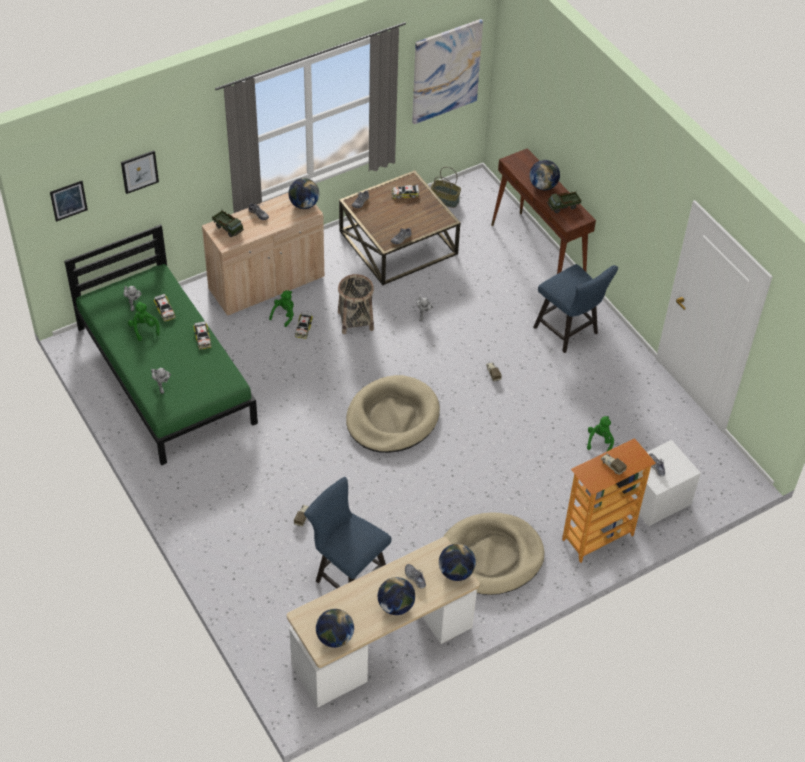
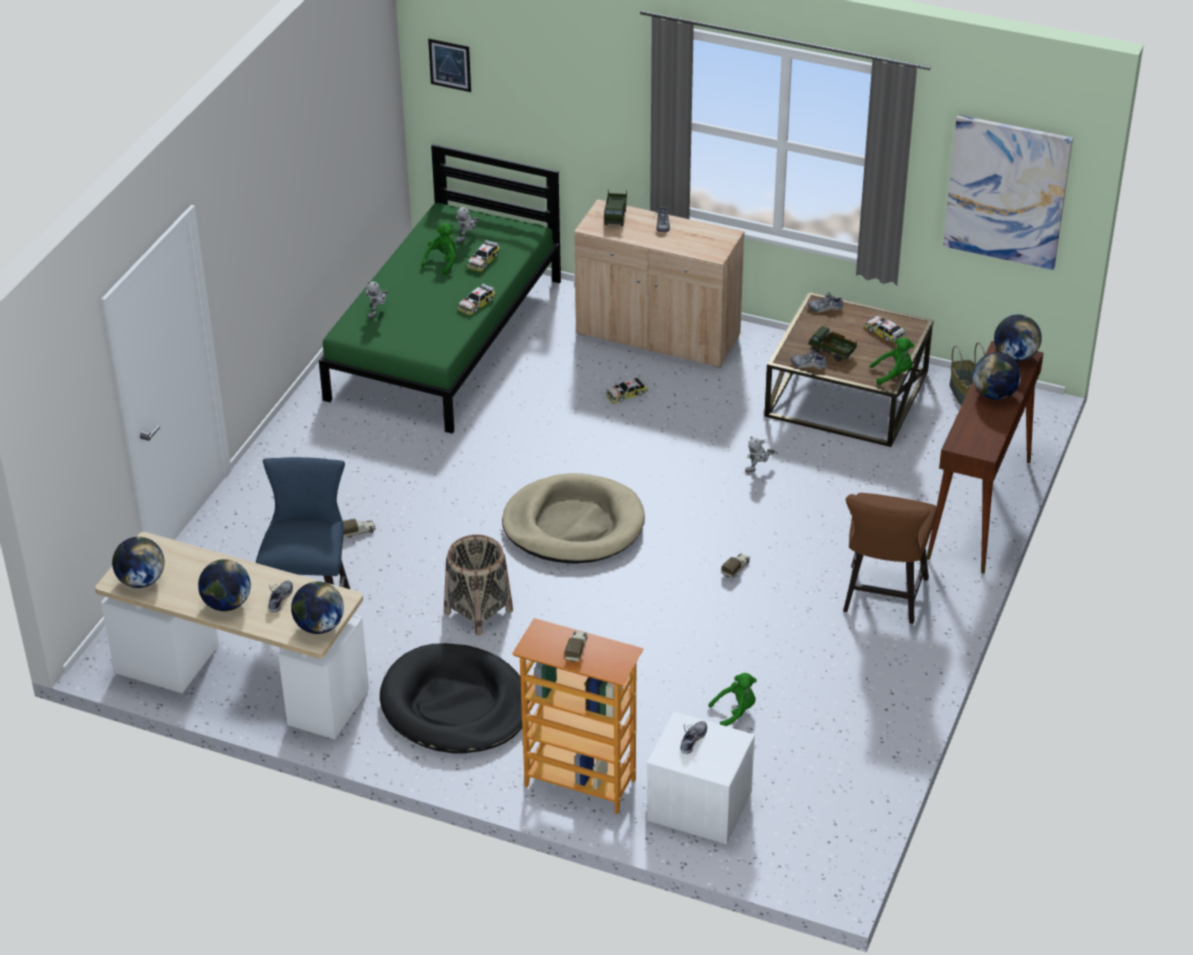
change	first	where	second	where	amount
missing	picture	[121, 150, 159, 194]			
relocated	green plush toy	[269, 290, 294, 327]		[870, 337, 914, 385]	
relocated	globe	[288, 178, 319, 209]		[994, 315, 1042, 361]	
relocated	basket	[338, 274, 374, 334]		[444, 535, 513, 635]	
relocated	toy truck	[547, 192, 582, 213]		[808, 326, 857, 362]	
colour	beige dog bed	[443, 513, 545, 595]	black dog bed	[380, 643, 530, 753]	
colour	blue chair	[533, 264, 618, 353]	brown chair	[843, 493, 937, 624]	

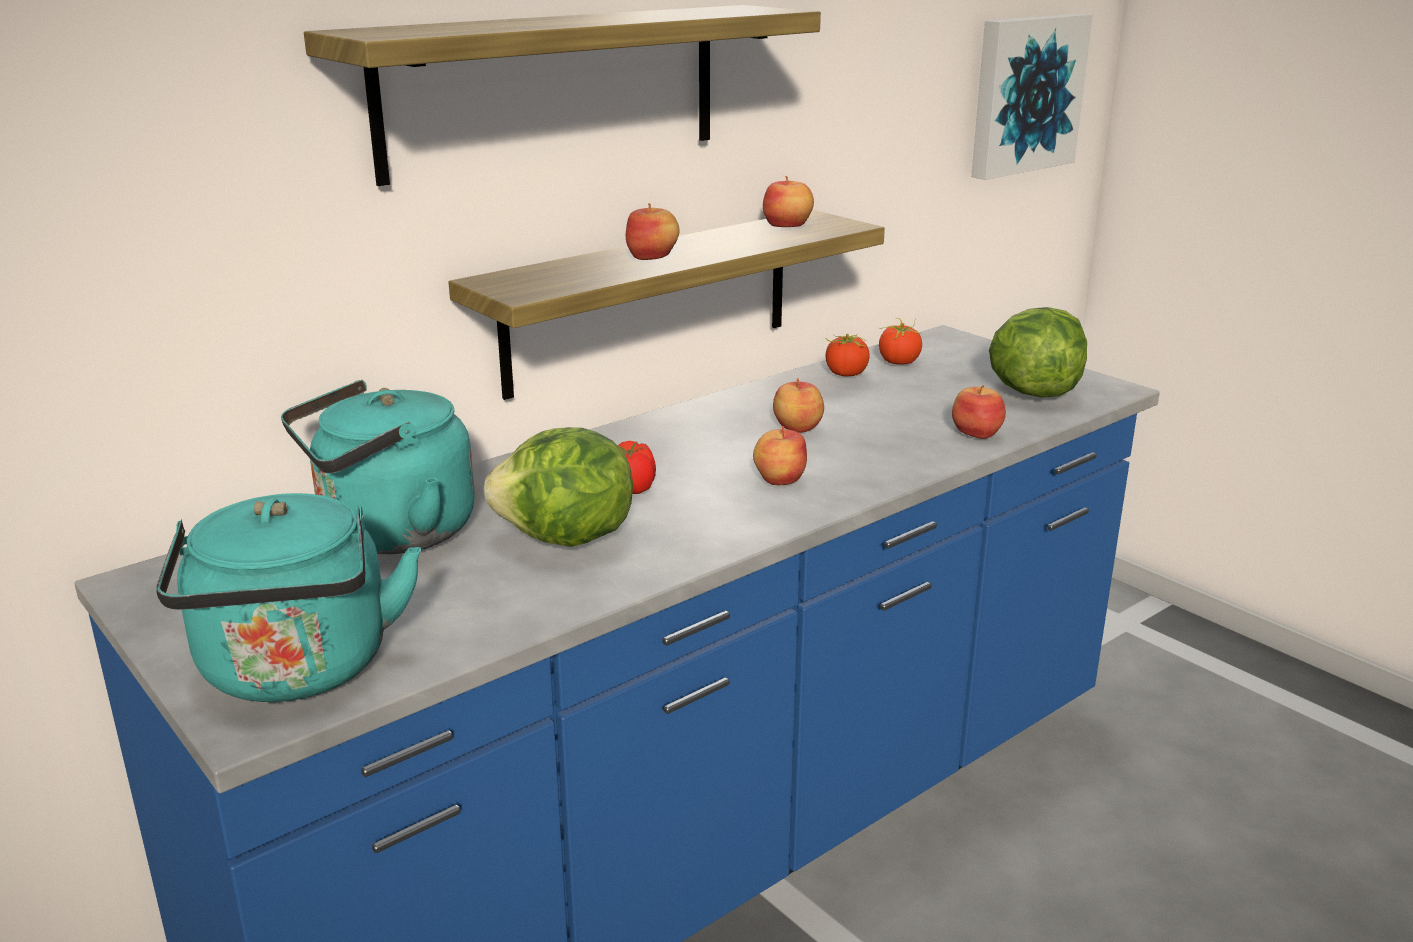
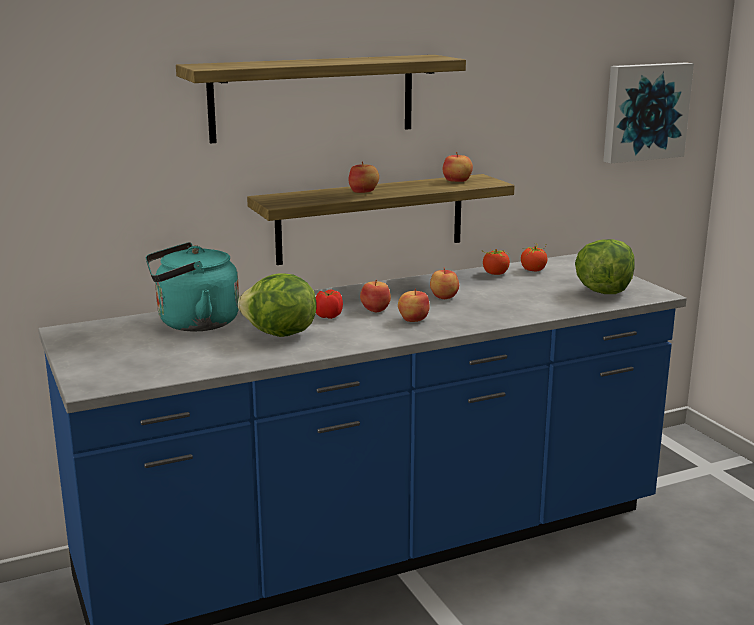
change	first	where	second	where	amount
missing	turquoise kettle	[156, 493, 421, 702]			
relocated	apple	[952, 385, 1006, 439]		[360, 280, 391, 312]	

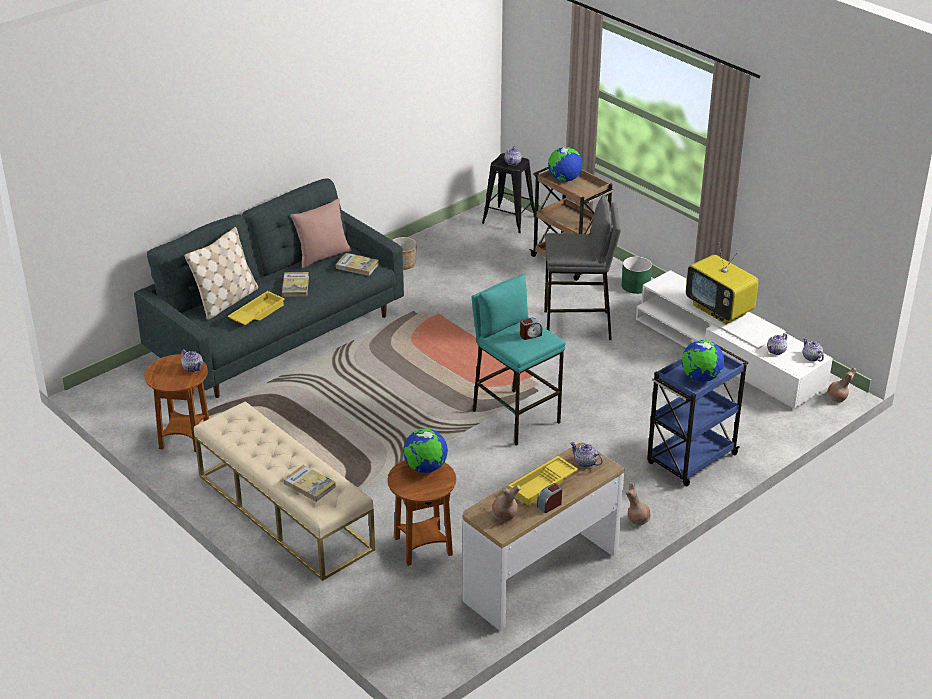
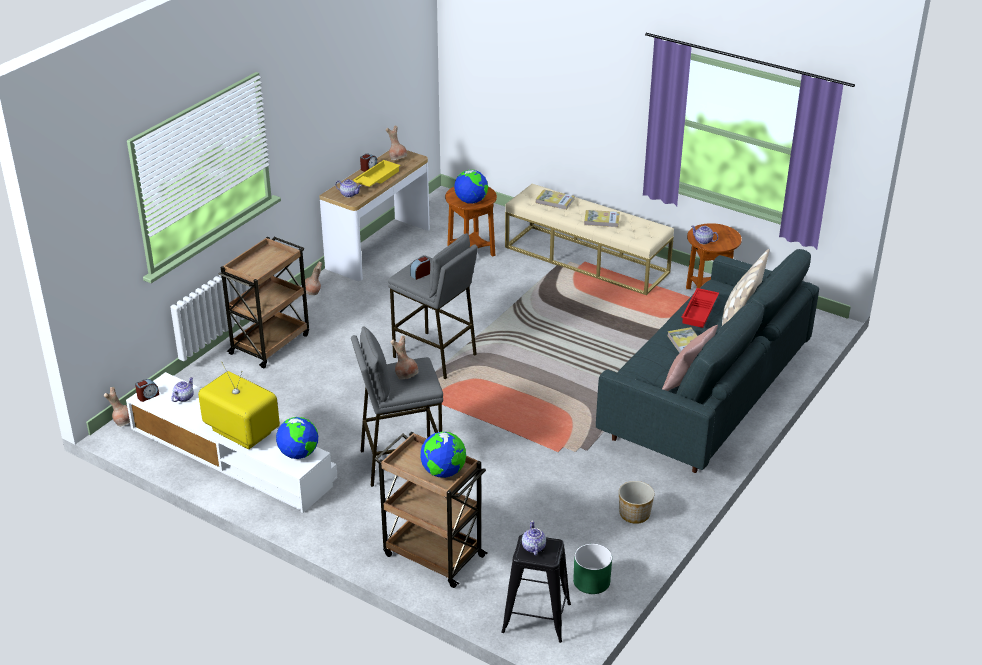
change	first	where	second	where	amount
appeared			brown vase	[391, 335, 419, 379]	
relocated	book	[336, 253, 379, 276]		[584, 210, 620, 227]	
relocated	green planter	[622, 256, 652, 294]		[573, 544, 612, 594]	
relocated	globe	[682, 340, 724, 382]		[276, 417, 318, 459]	
exchanged	teapot	[803, 337, 824, 361]	alarm clock	[135, 379, 159, 402]	
colour	yellow tray	[228, 291, 285, 325]	red tray	[681, 288, 719, 328]	
colour	turquoise stool	[472, 274, 566, 446]	grey stool	[388, 233, 478, 379]	
colour	blue cart	[647, 344, 748, 487]	brown cart	[219, 237, 309, 369]	

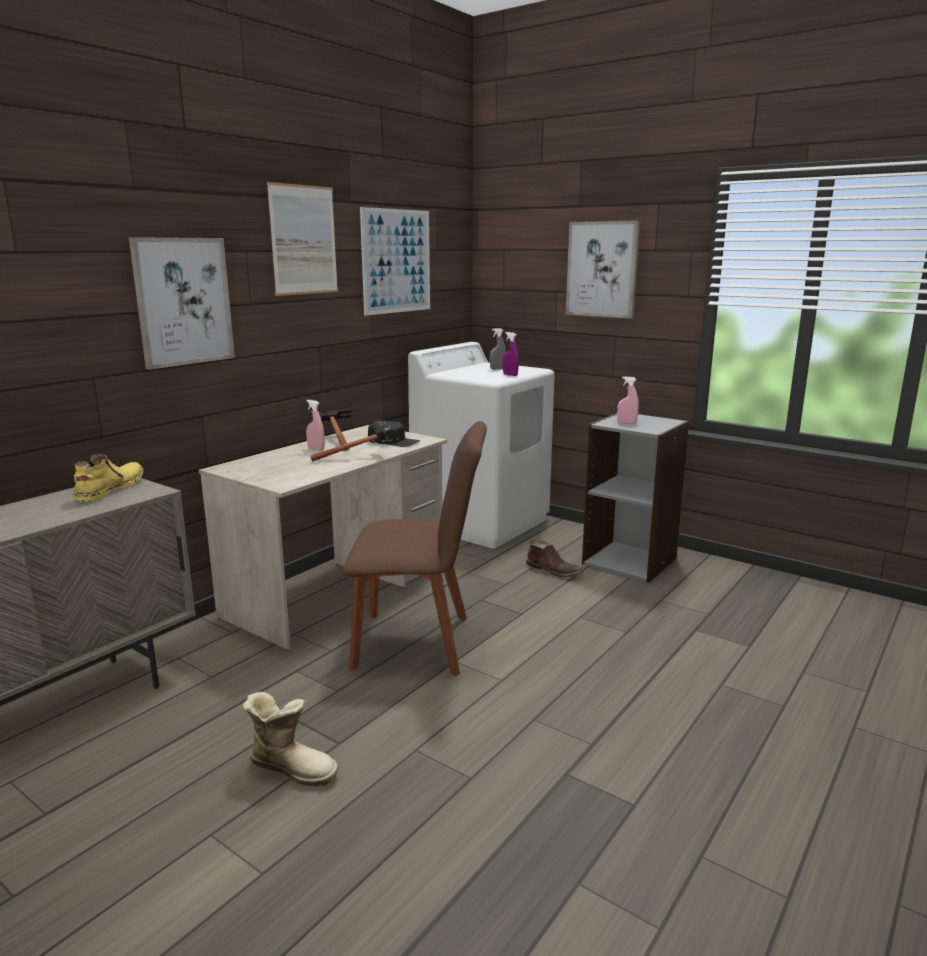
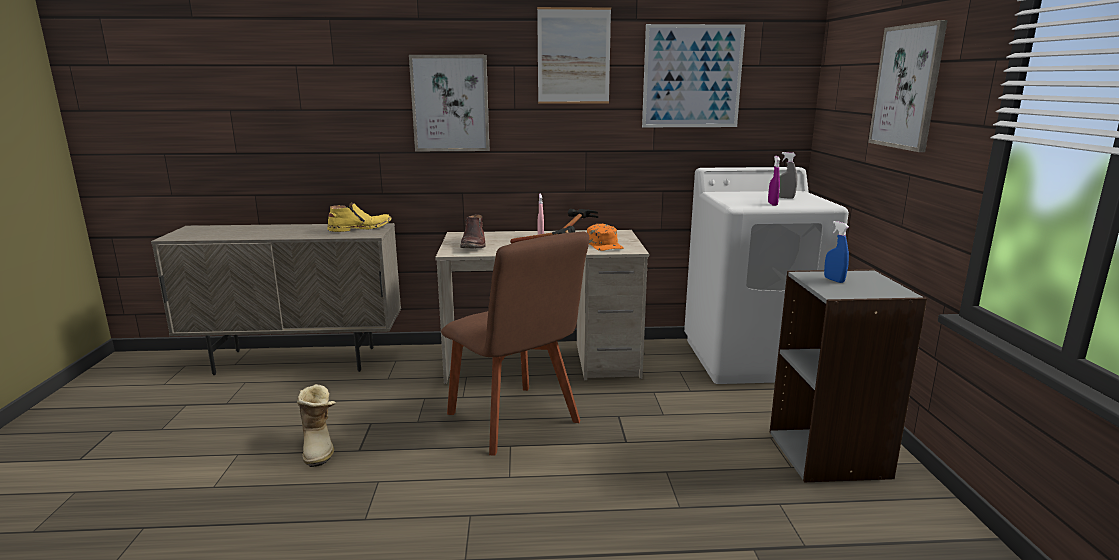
change	first	where	second	where	amount
relocated	brown boot	[526, 540, 583, 577]		[460, 214, 486, 248]	
colour	black cap	[368, 420, 420, 447]	orange cap	[587, 224, 624, 251]	
colour	pink spray bottle	[617, 376, 639, 424]	blue spray bottle	[824, 221, 849, 283]	

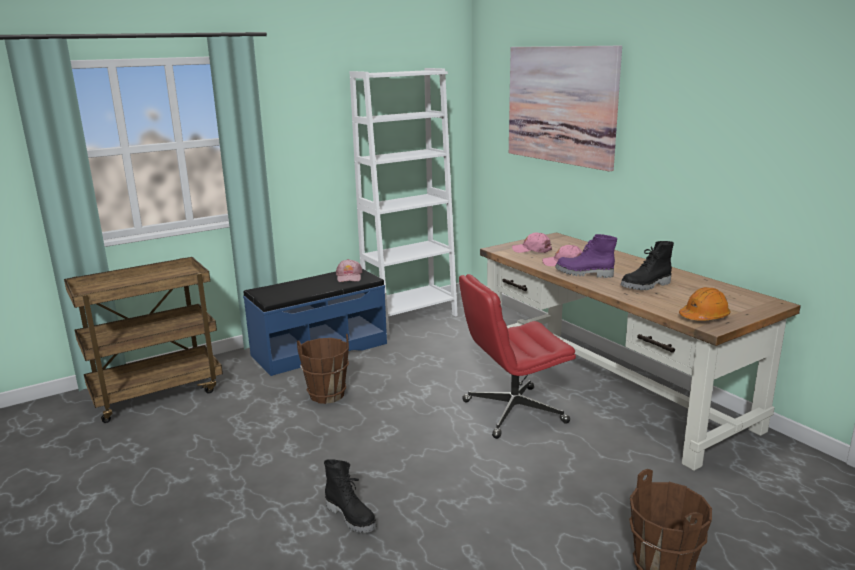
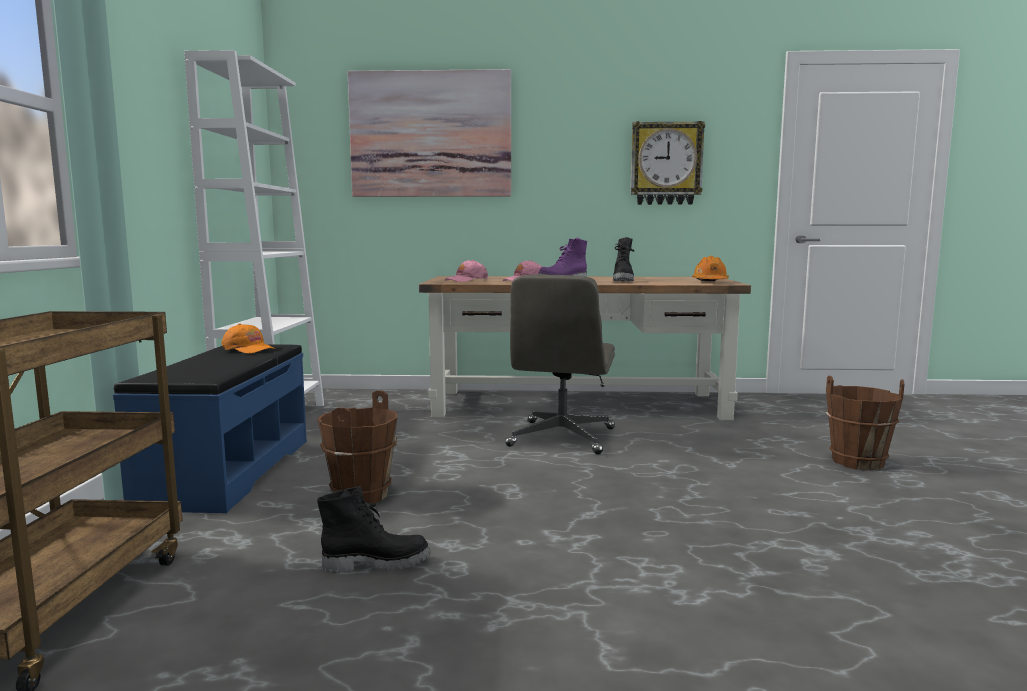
change	first	where	second	where	amount
appeared			wall clock	[630, 121, 705, 205]	
relocated	black boot	[324, 459, 376, 533]		[317, 486, 431, 573]	
colour	pink cap	[336, 259, 362, 282]	orange cap	[221, 323, 276, 354]	
colour	red office chair	[459, 274, 576, 439]	grey office chair	[505, 274, 615, 454]	

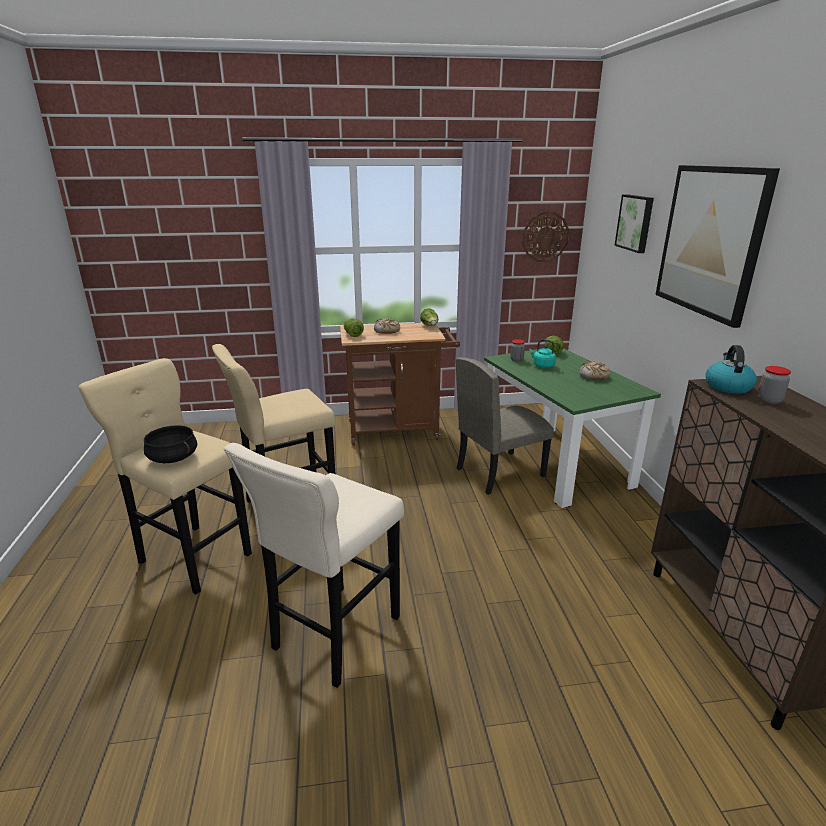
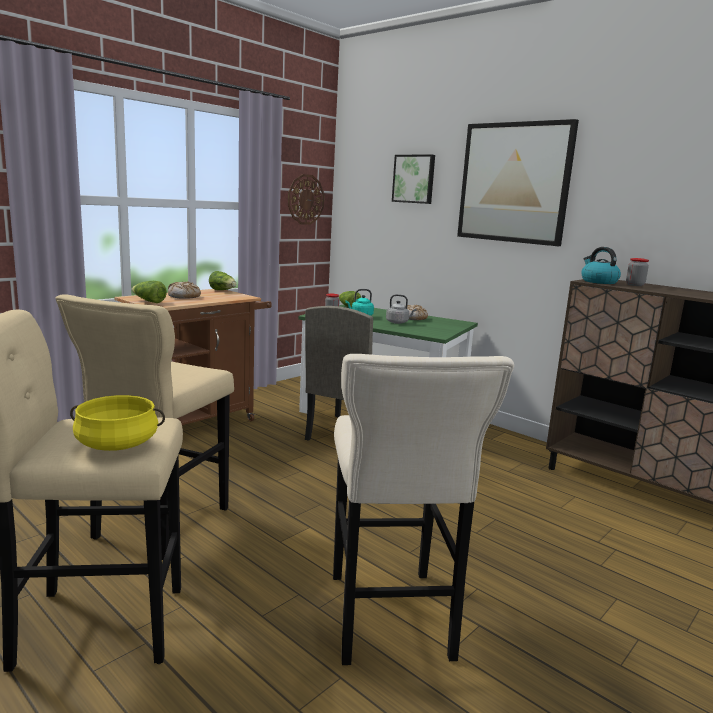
change	first	where	second	where	amount
appeared			grey kettle	[386, 294, 417, 324]	
colour	black cooking pot	[144, 425, 197, 463]	yellow cooking pot	[70, 395, 165, 451]	

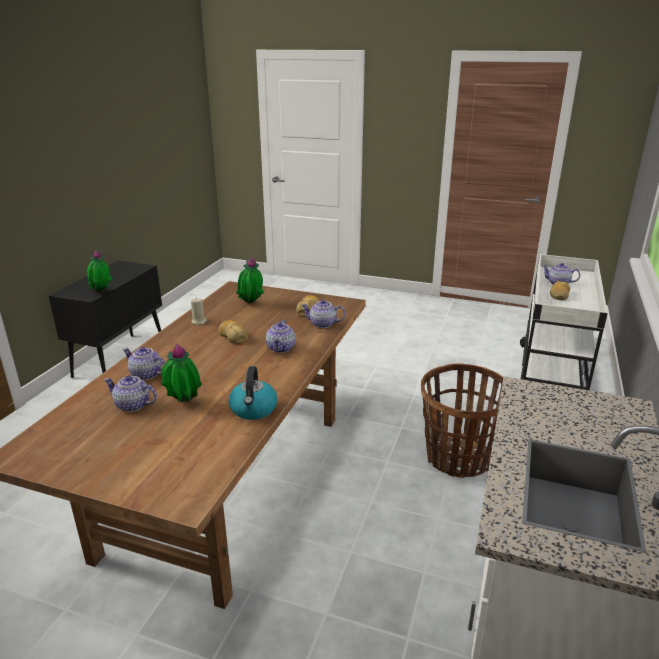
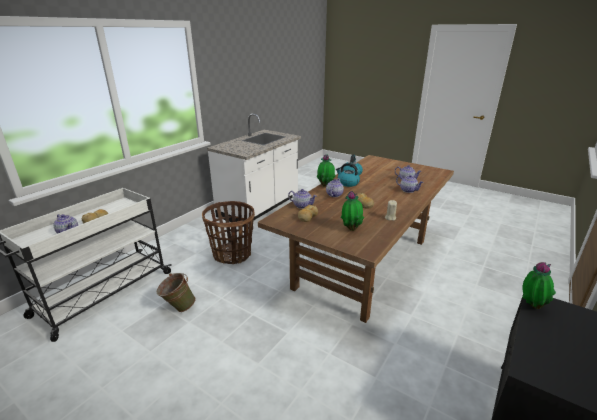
change	first	where	second	where	amount
appeared			green bucket	[157, 273, 195, 312]	
appeared			kettle	[336, 163, 360, 187]	
relocated	potted plant	[161, 344, 202, 402]		[317, 154, 336, 187]	

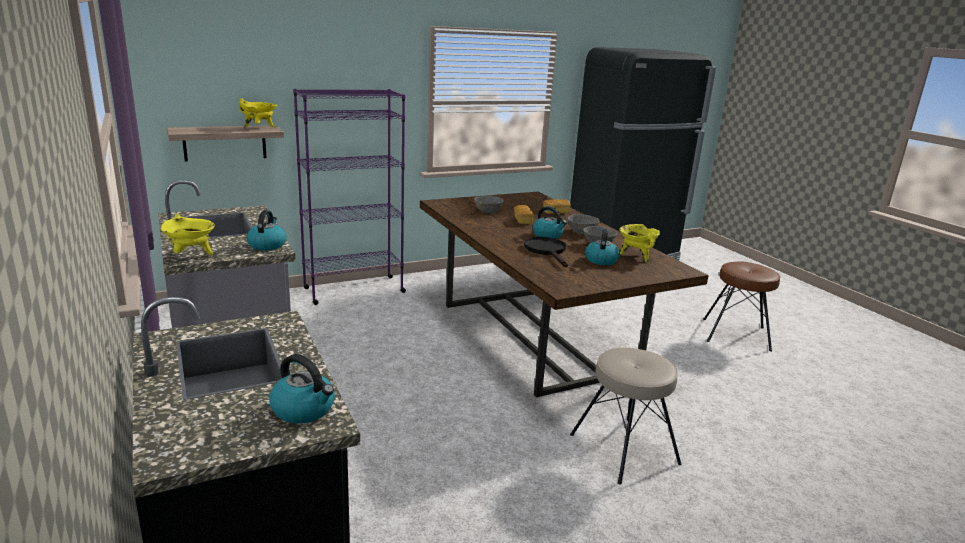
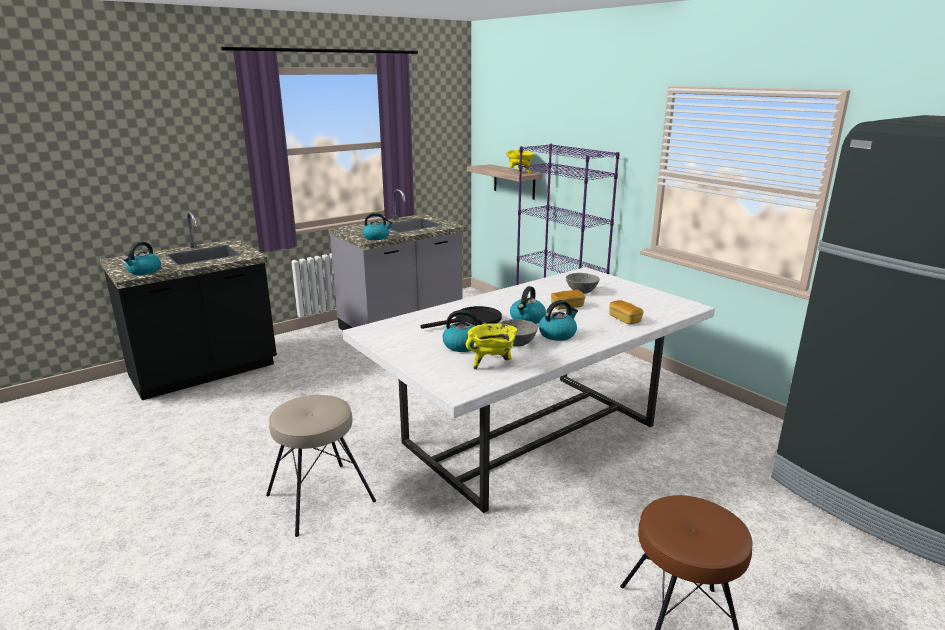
change	first	where	second	where	amount
missing	yellow cooking pot	[161, 214, 215, 255]			
exchanged	grey bowl	[567, 214, 600, 234]	kettle	[539, 300, 578, 341]	
colour	brown dining table	[420, 192, 708, 397]	white dining table	[343, 267, 715, 513]	

